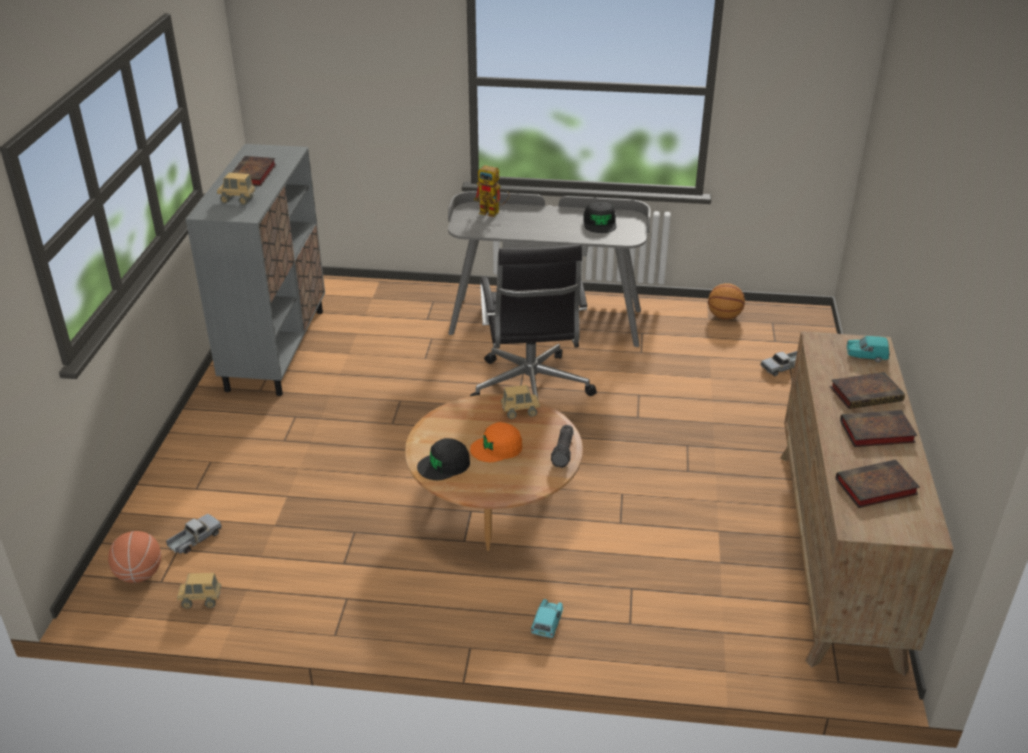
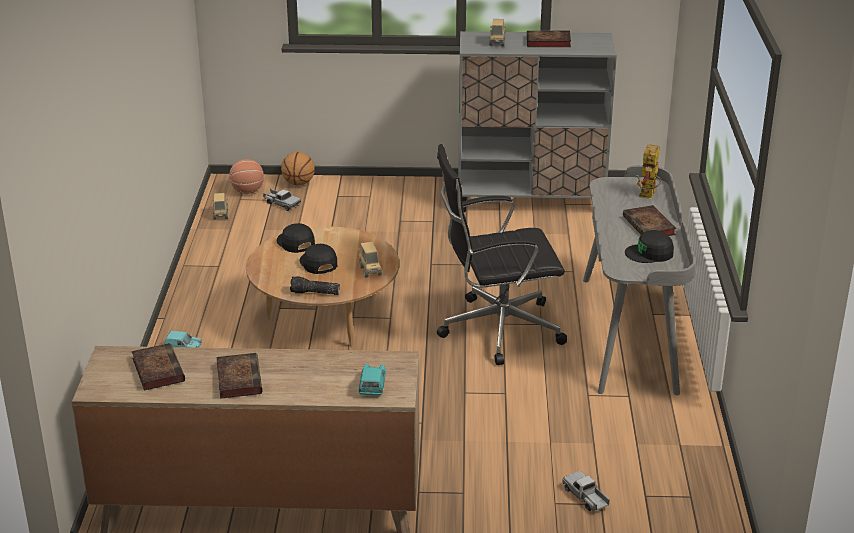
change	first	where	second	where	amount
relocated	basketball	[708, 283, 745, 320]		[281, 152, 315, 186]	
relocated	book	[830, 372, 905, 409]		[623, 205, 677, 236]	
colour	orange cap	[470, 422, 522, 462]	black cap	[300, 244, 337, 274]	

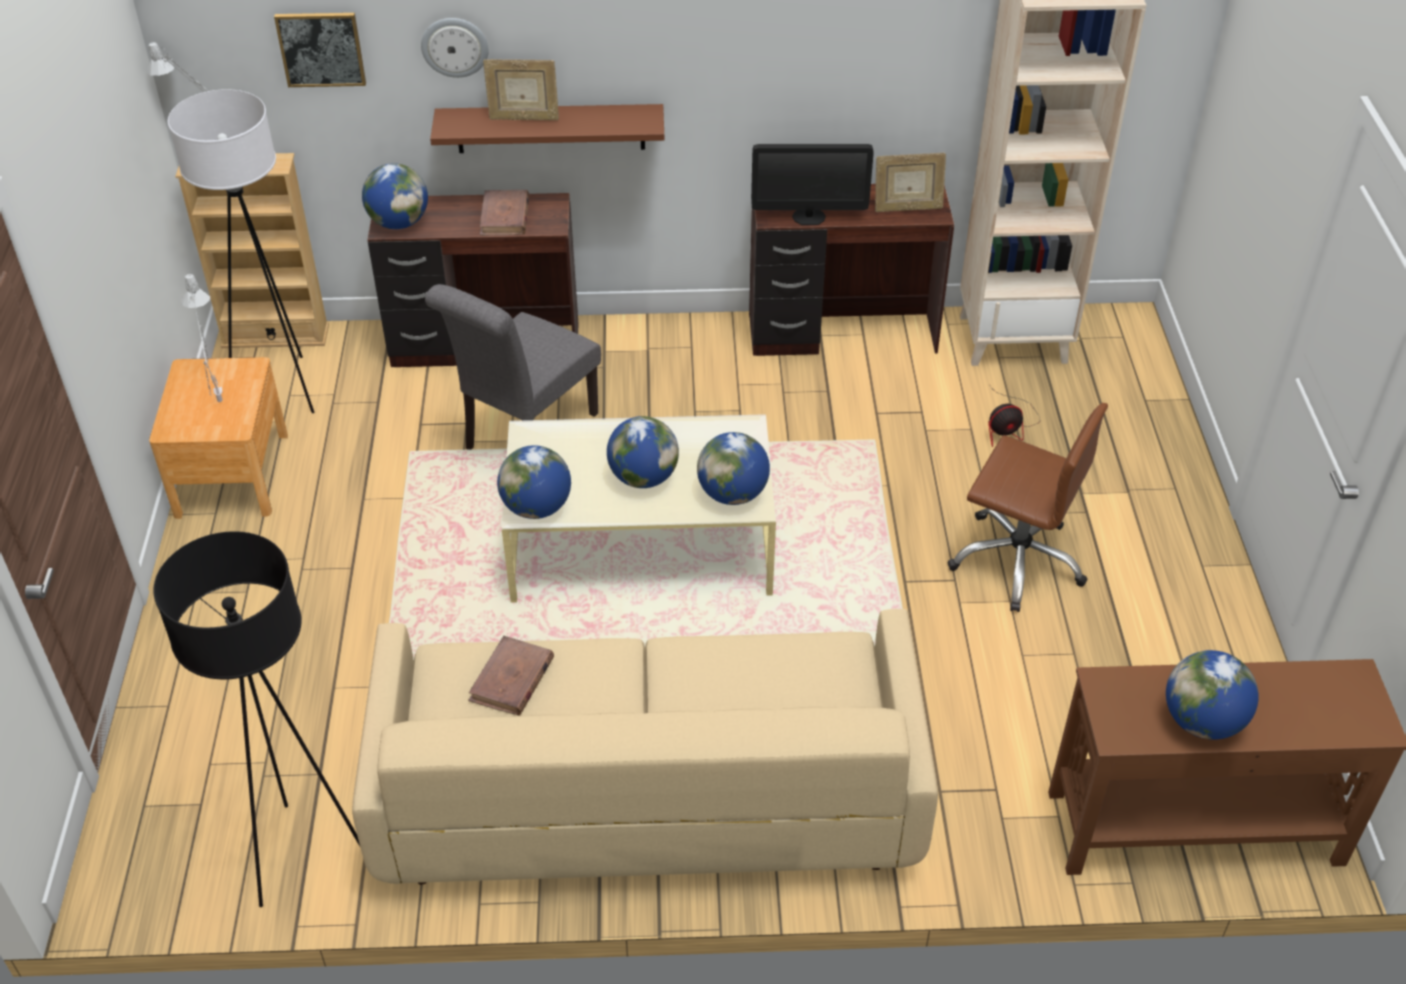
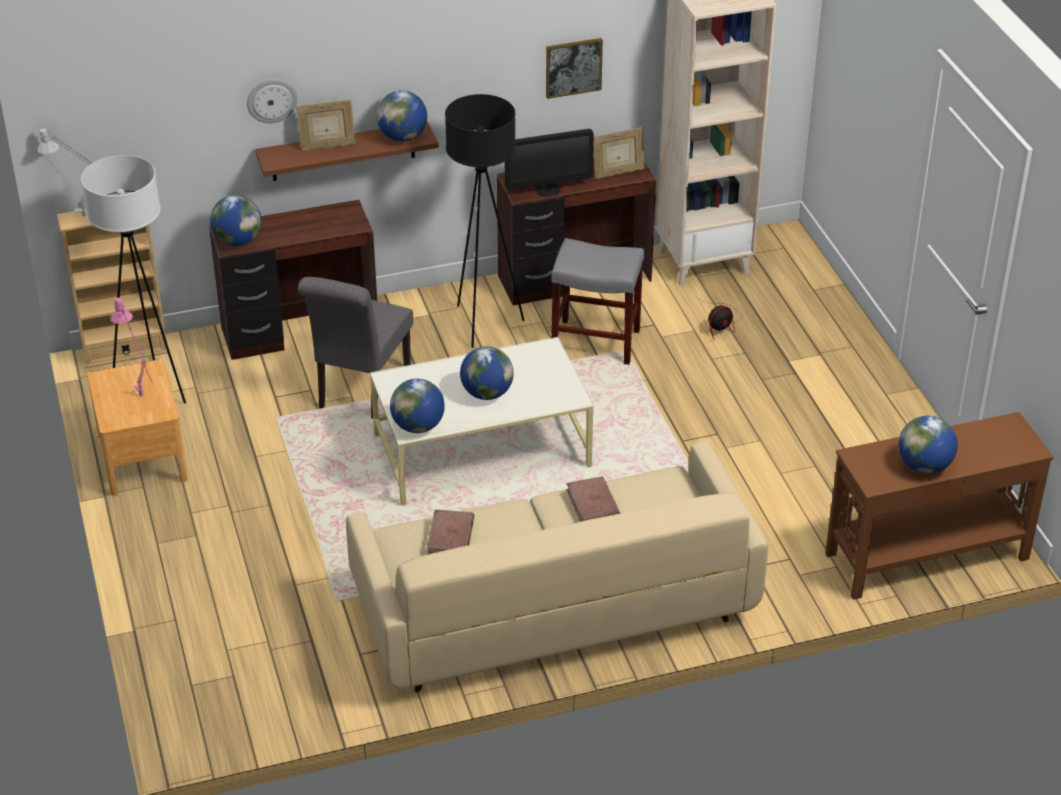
change	first	where	second	where	amount
missing	brown office chair	[947, 403, 1108, 612]			
appeared			grey stool	[551, 238, 644, 365]	
relocated	black floor lamp	[153, 531, 360, 907]		[445, 94, 524, 348]	
relocated	picture	[274, 13, 366, 87]		[546, 38, 603, 99]	
relocated	brown book	[480, 190, 529, 235]		[566, 476, 620, 522]	
relocated	globe	[697, 432, 770, 505]		[376, 90, 427, 142]	
colour	grey table lamp	[181, 274, 223, 402]	pink table lamp	[110, 298, 154, 396]	

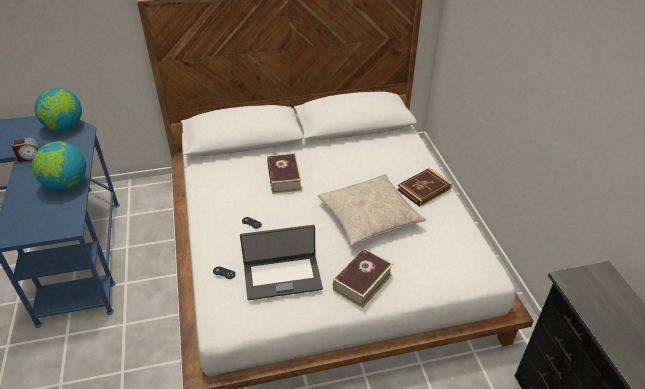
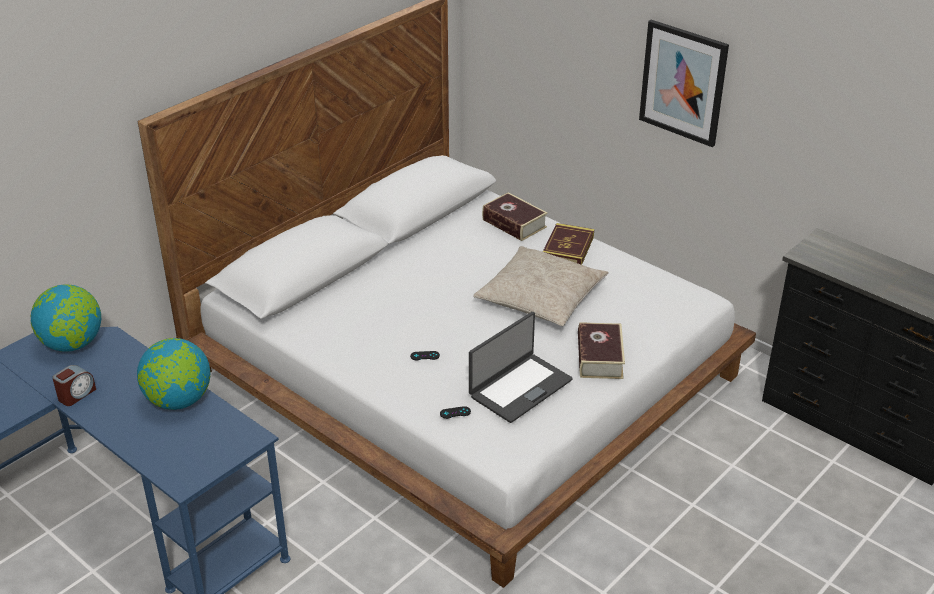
change	first	where	second	where	amount
appeared			picture	[639, 20, 729, 147]	
relocated	book	[267, 153, 302, 194]		[482, 192, 548, 241]	

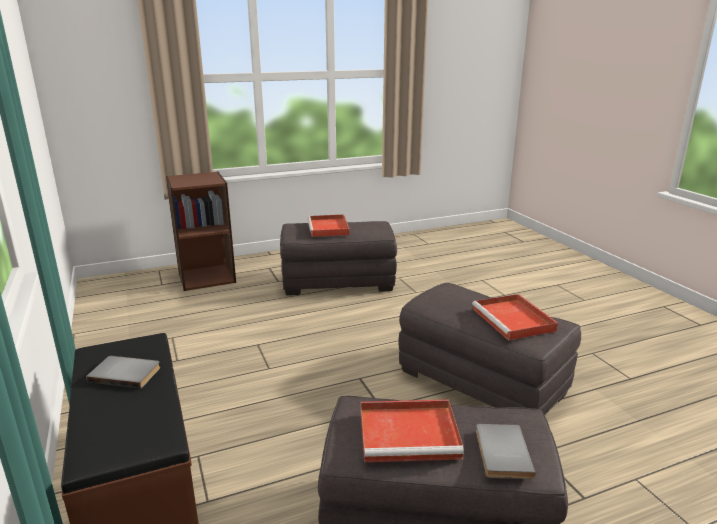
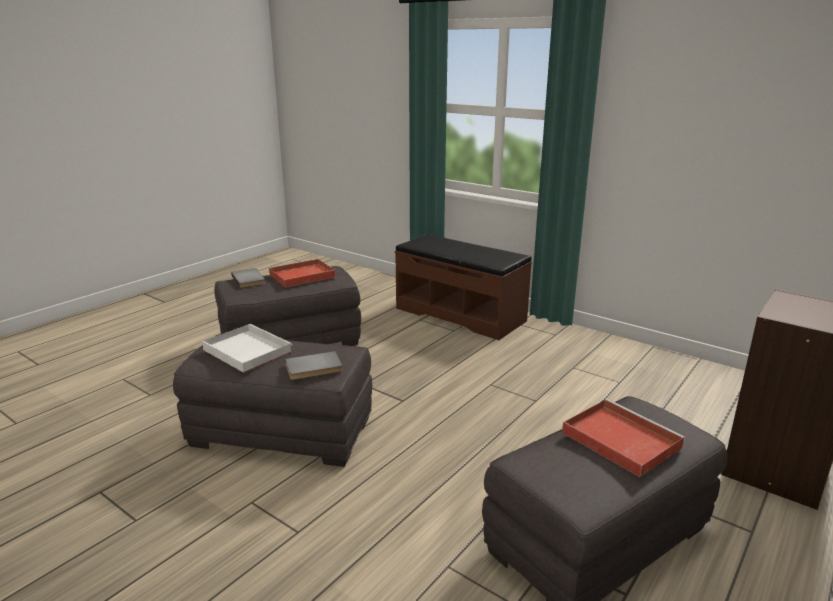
change	first	where	second	where	amount
relocated	grey book	[86, 356, 160, 388]		[285, 351, 343, 380]	
colour	red tray	[472, 294, 558, 340]	white tray	[202, 324, 293, 373]	

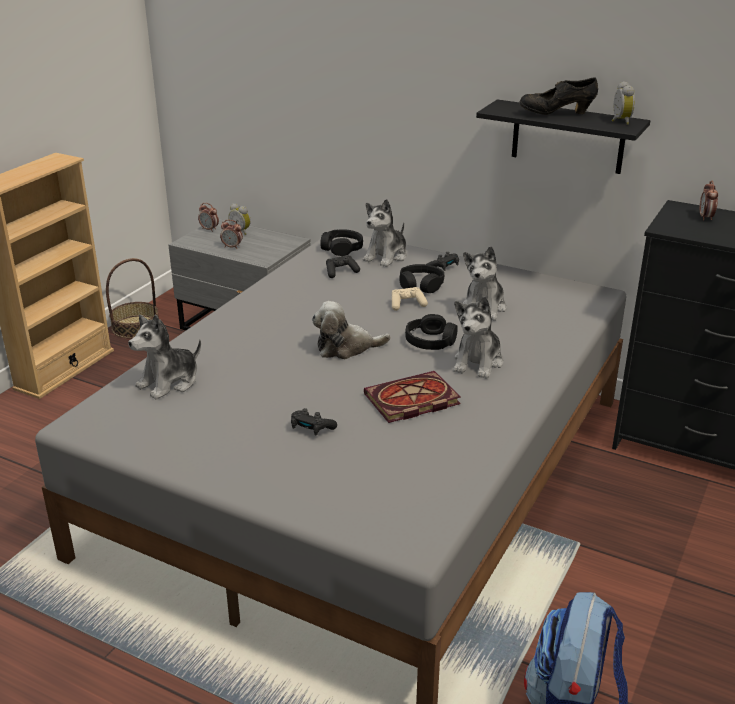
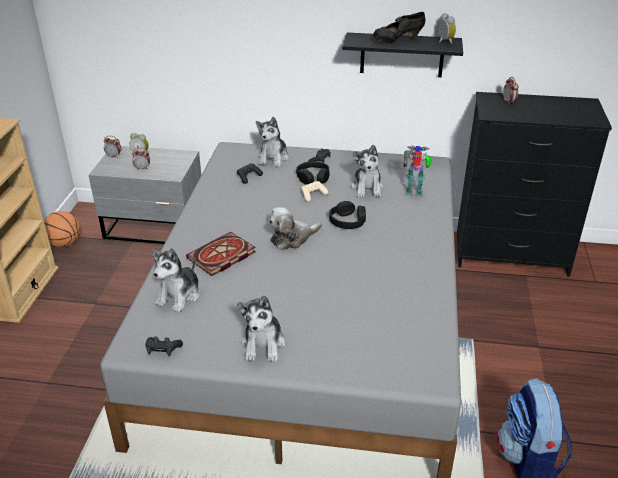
change	first	where	second	where	amount
missing	black headphones	[320, 229, 363, 256]			
appeared			toy robot	[403, 145, 432, 197]	
relocated	black game controller	[291, 408, 337, 436]		[145, 336, 183, 357]	
relocated	book	[364, 371, 461, 423]		[186, 232, 256, 276]	
relocated	plush toy	[453, 296, 503, 379]		[237, 295, 285, 362]	
exchanged	basket	[106, 258, 159, 339]	basketball	[44, 211, 81, 247]	

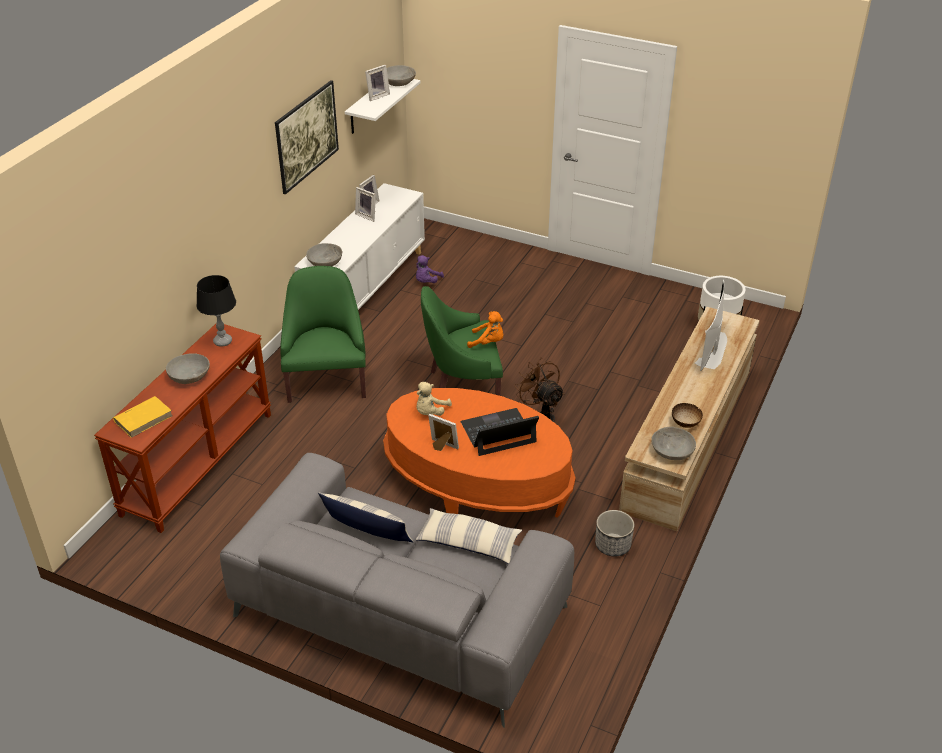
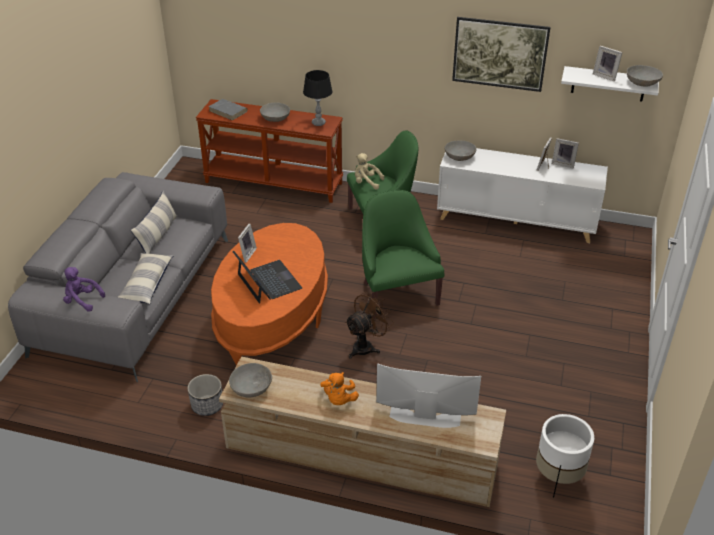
change	first	where	second	where	amount
missing	bowl	[672, 403, 703, 428]			
relocated	purple plush toy	[416, 255, 444, 283]		[63, 267, 105, 312]	
relocated	beige plush toy	[417, 382, 452, 416]		[355, 153, 385, 190]	
relocated	orange plush toy	[467, 311, 504, 348]		[320, 372, 359, 405]	
colour	yellow book	[113, 396, 172, 438]	grey book	[208, 99, 248, 121]	

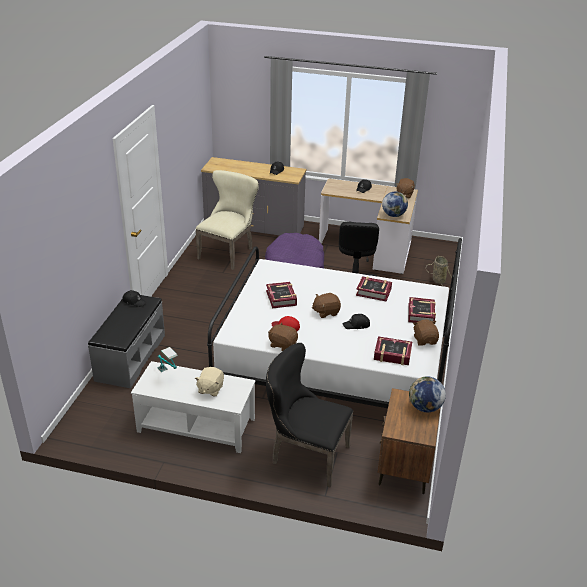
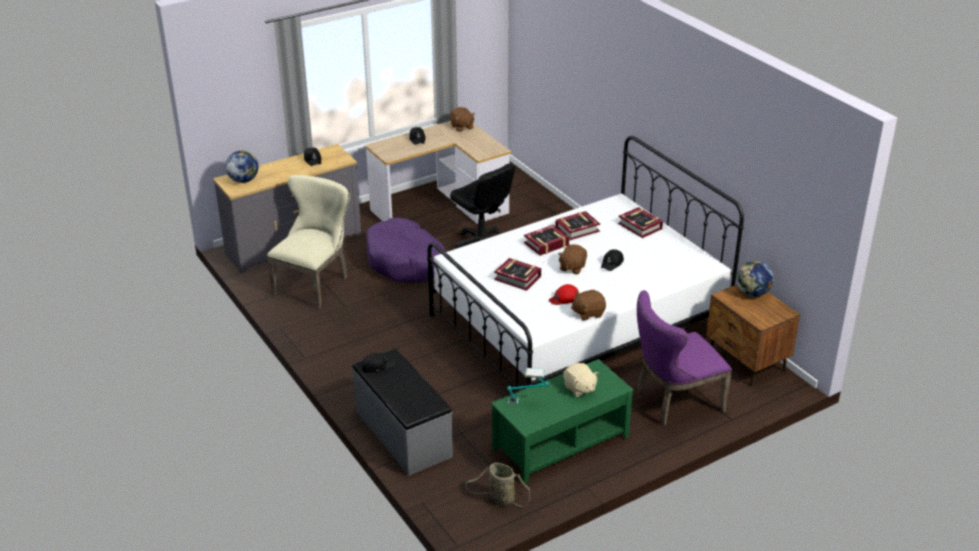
change	first	where	second	where	amount
missing	brown plush toy	[413, 320, 439, 346]			
relocated	book	[374, 336, 412, 365]		[524, 225, 570, 256]	
relocated	globe	[382, 192, 408, 217]		[226, 151, 258, 183]	
relocated	basket	[428, 256, 452, 286]		[466, 463, 530, 507]	
colour	white coffee table	[131, 361, 256, 453]	green coffee table	[491, 359, 634, 483]	
colour	black chair	[266, 343, 353, 488]	purple chair	[637, 290, 732, 426]	
spun	beige chair	[196, 170, 259, 270]		[267, 175, 350, 310]	45 degrees clockwise

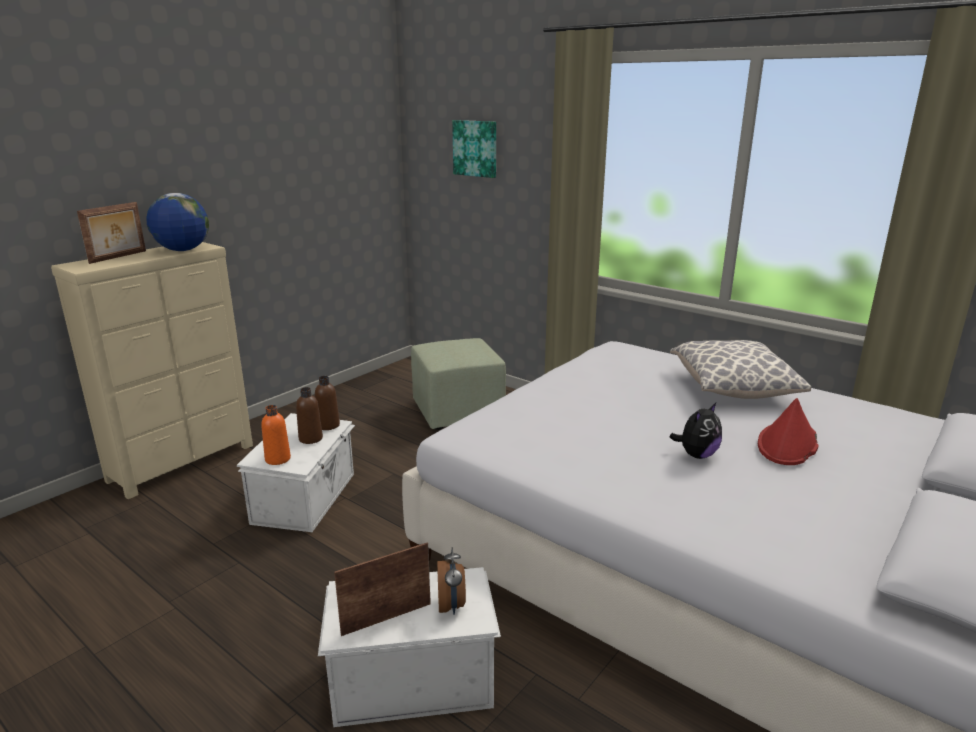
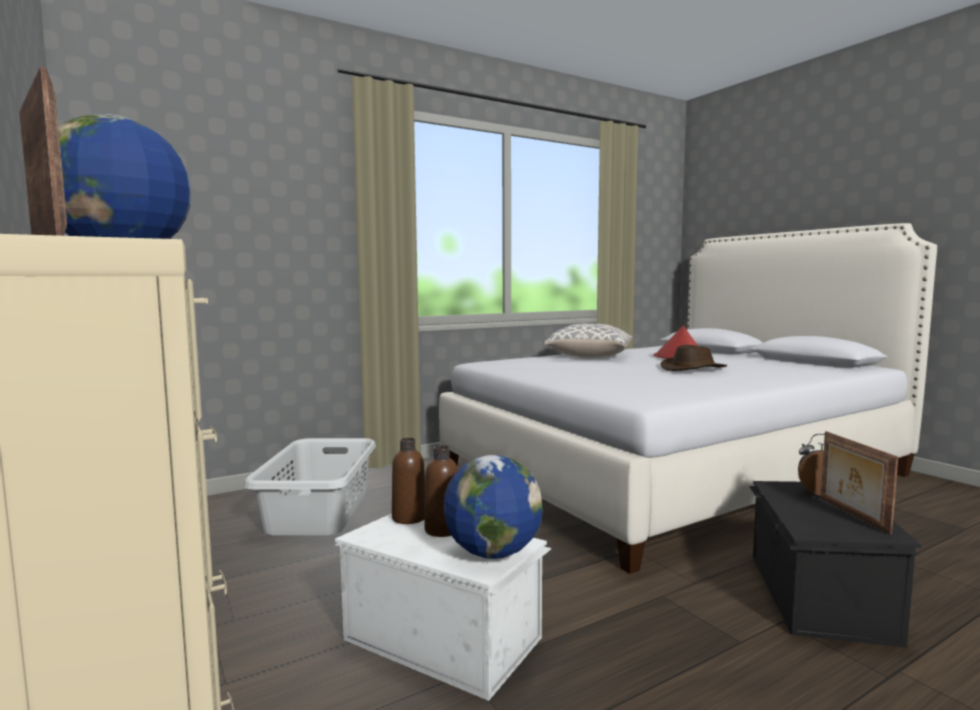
change	first	where	second	where	amount
missing	picture	[452, 120, 496, 178]			
exchanged	orange bottle	[261, 405, 291, 465]	globe	[443, 455, 543, 559]	
exchanged	green ottoman	[411, 338, 506, 430]	grey laundry basket	[244, 438, 376, 535]	
exchanged	plush toy	[670, 403, 722, 459]	brown hat	[660, 345, 727, 371]	
colour	white storage box	[318, 567, 501, 727]	black storage box	[749, 481, 921, 648]	

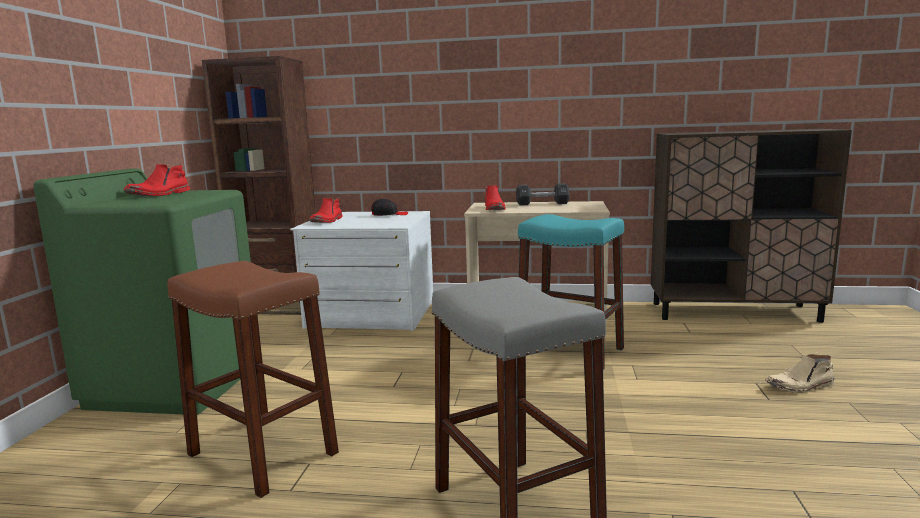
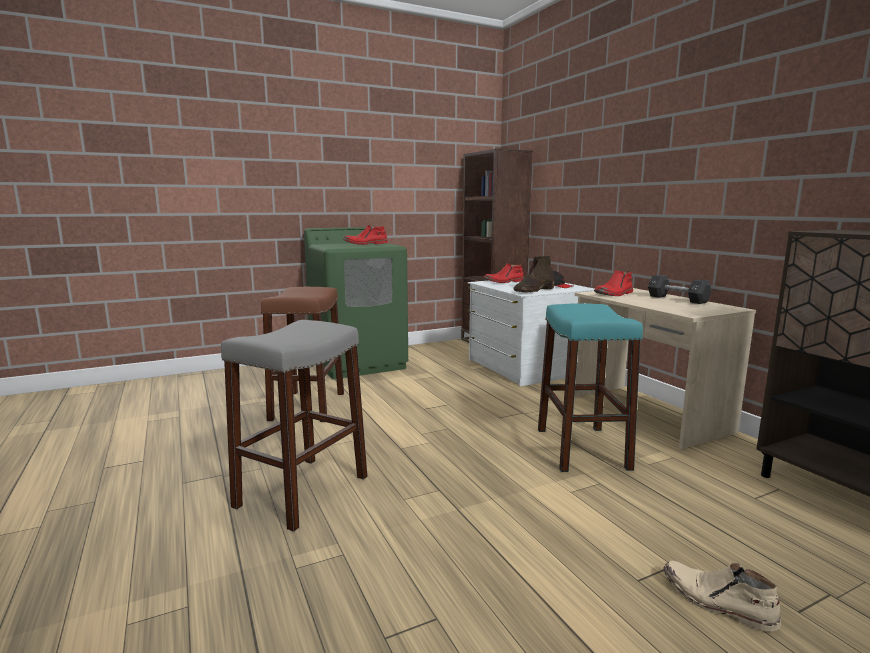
change	first	where	second	where	amount
appeared			brown boot	[514, 256, 555, 293]	

